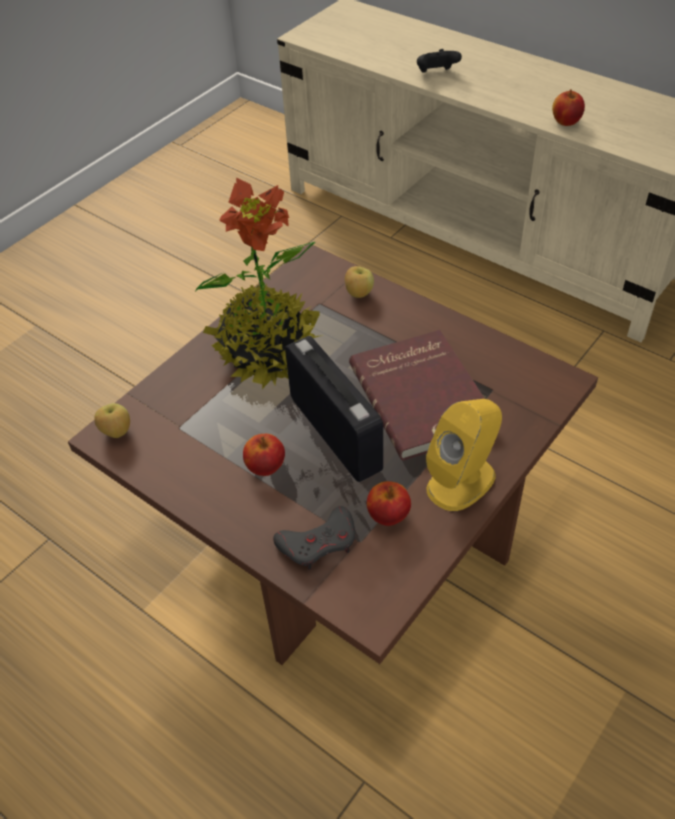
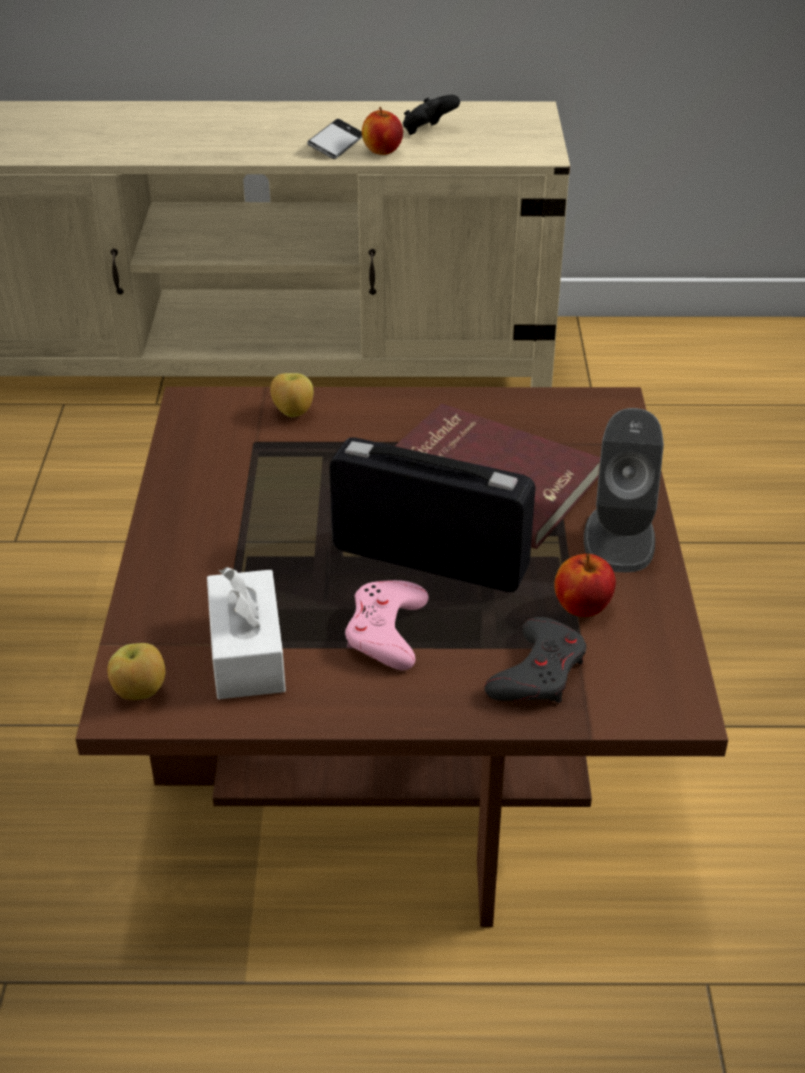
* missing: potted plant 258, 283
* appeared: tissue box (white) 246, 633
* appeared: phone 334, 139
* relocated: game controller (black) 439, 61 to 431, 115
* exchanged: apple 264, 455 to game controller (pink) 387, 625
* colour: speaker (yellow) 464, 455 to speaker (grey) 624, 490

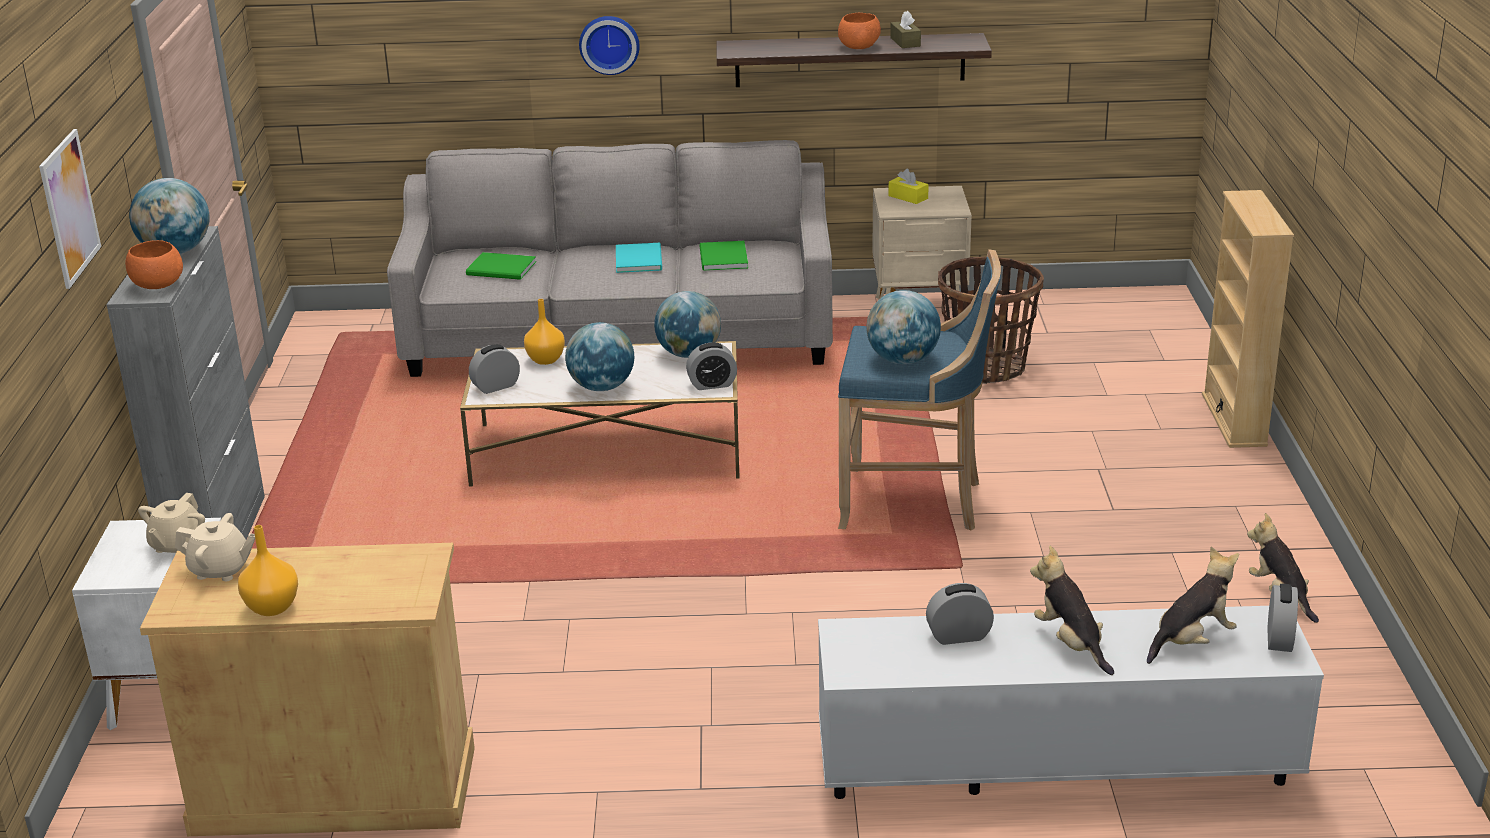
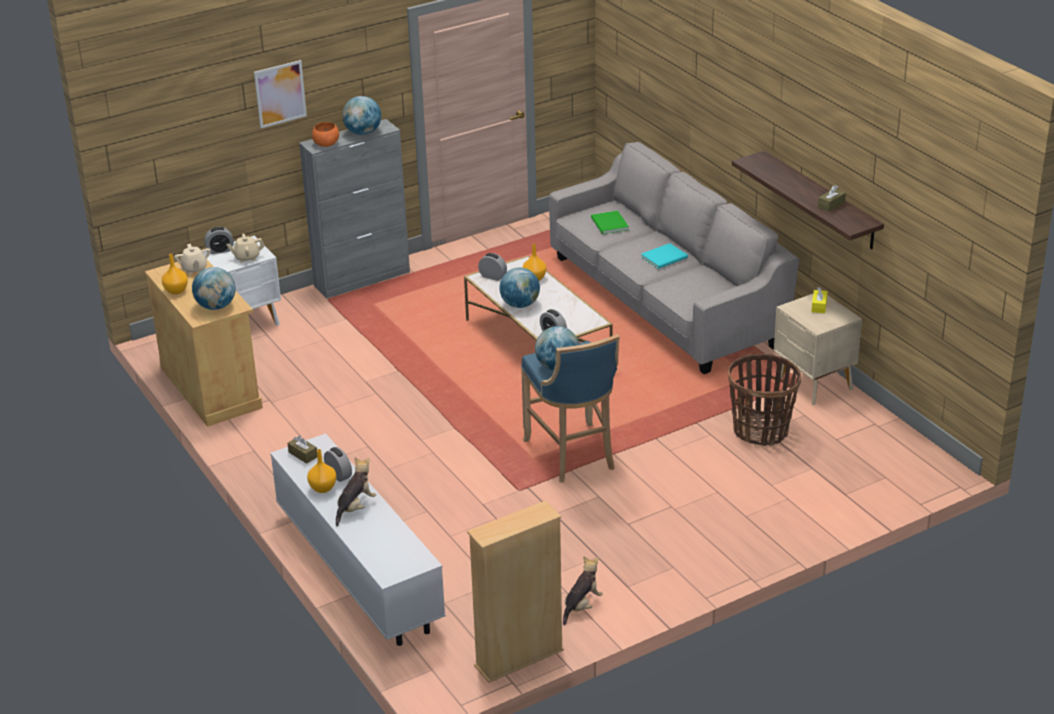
* missing: wall clock 609, 45
* missing: book (green) 723, 256
* missing: bowl (orange) 859, 31
* missing: plush toy 1193, 605
* appeared: tissue box (brown) 302, 450
* appeared: vase (orange) 322, 471
* relocated: globe 687, 324 to 214, 288
* relocated: bookcase (beige) 1248, 319 to 515, 591
* relocated: alarm clock 1282, 618 to 219, 240

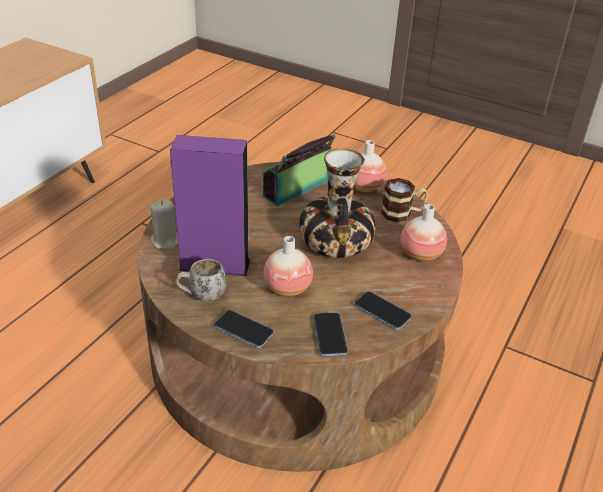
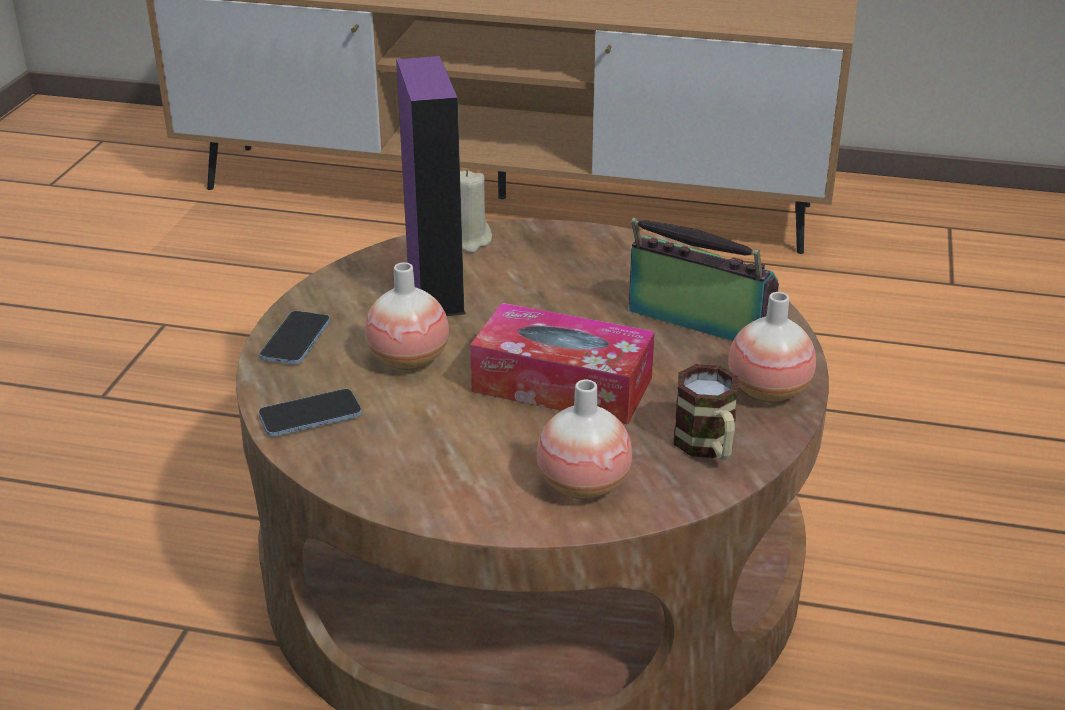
* missing: mug (white) 200, 280
* missing: phone 383, 310
* exchanged: vase 337, 203 to tissue box 562, 364

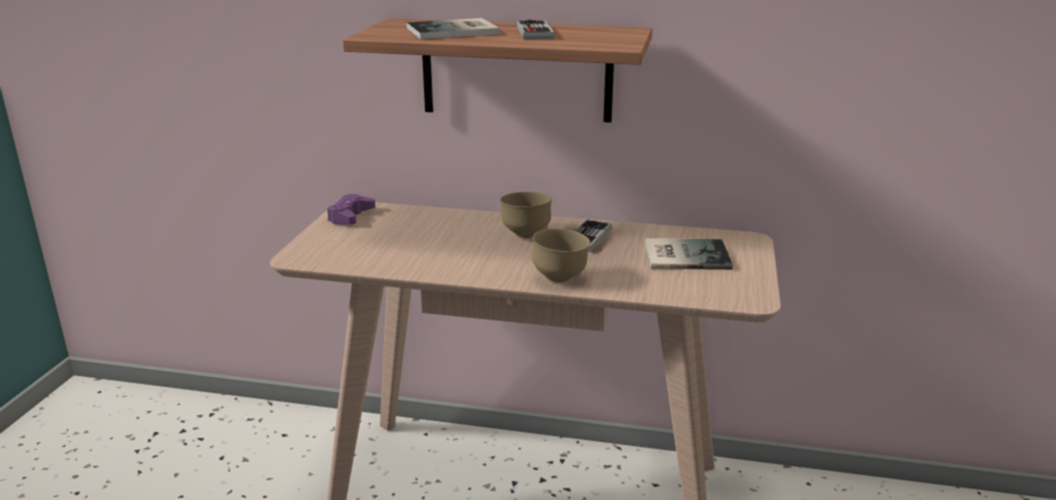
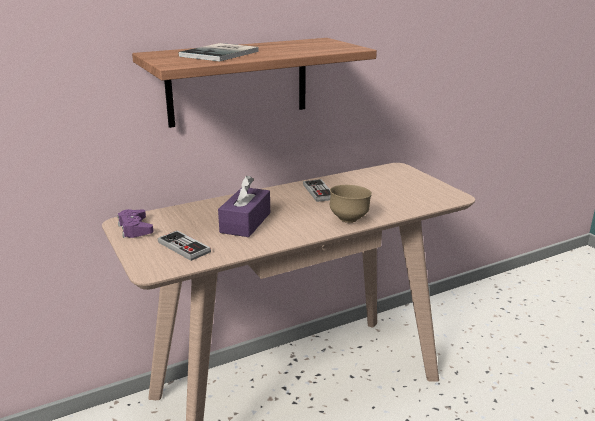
* missing: bowl (brown) 526, 215
* missing: book 689, 254
* appeared: tissue box (purple) 244, 206
* relocated: game controller 535, 30 to 184, 245

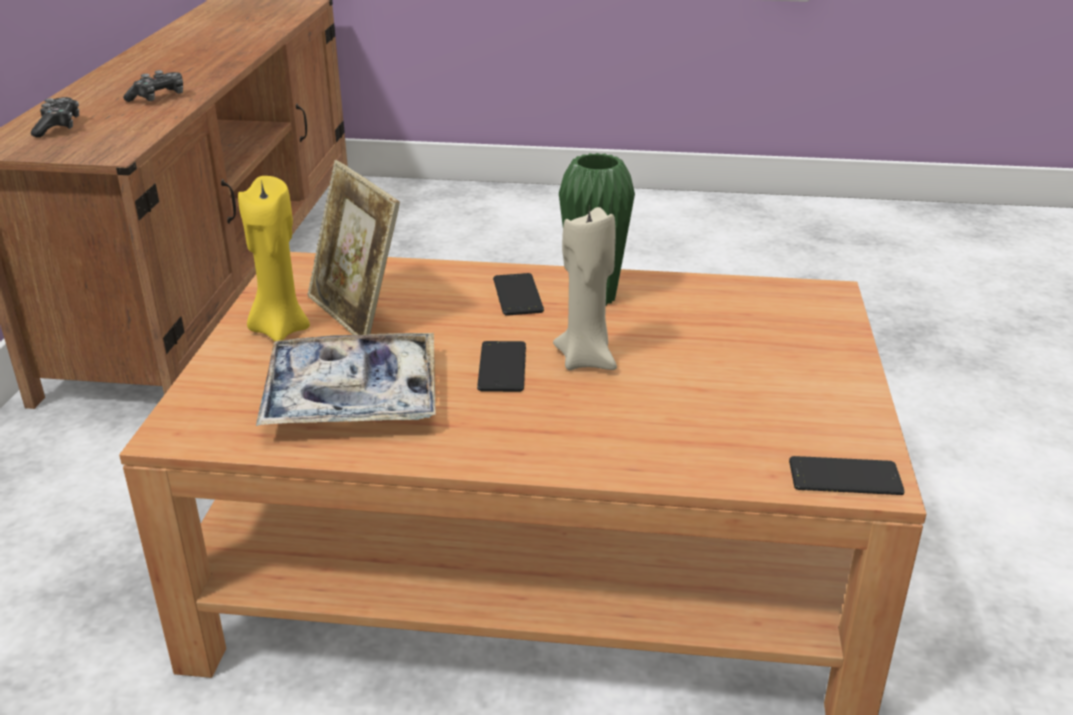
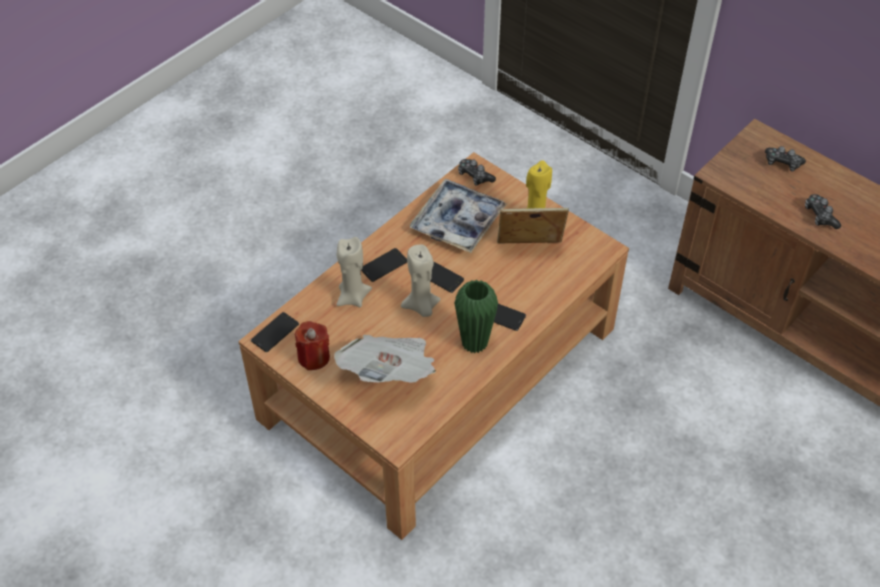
* appeared: candle (red) 312, 345
* appeared: newspaper 385, 359
* appeared: candle (beige) 354, 272
* appeared: phone 384, 265
* appeared: game controller 477, 172

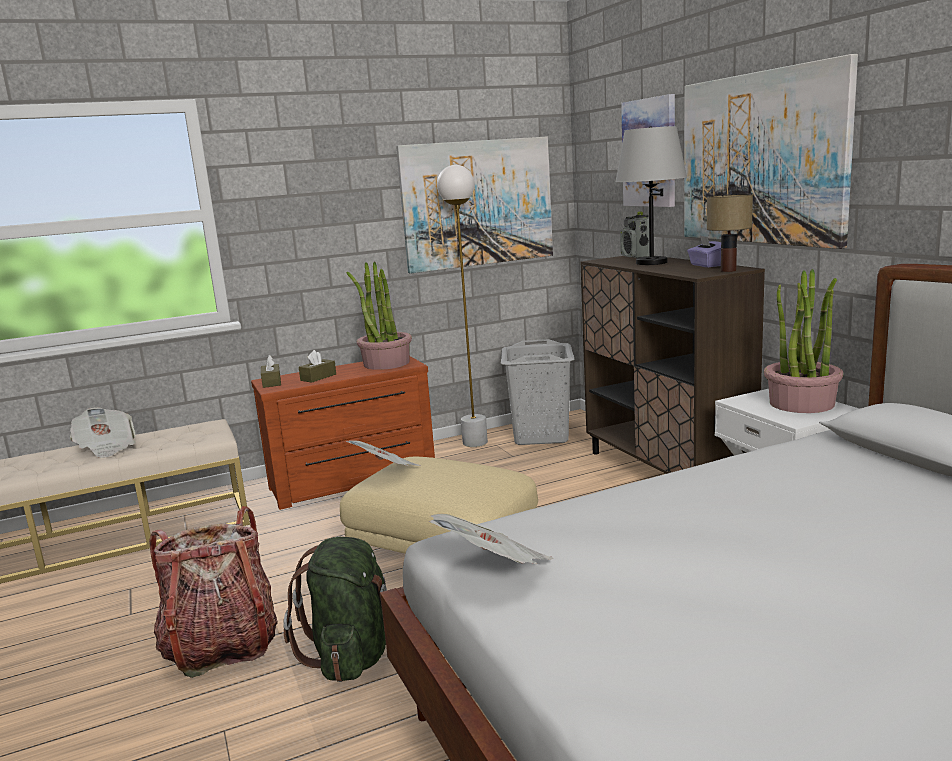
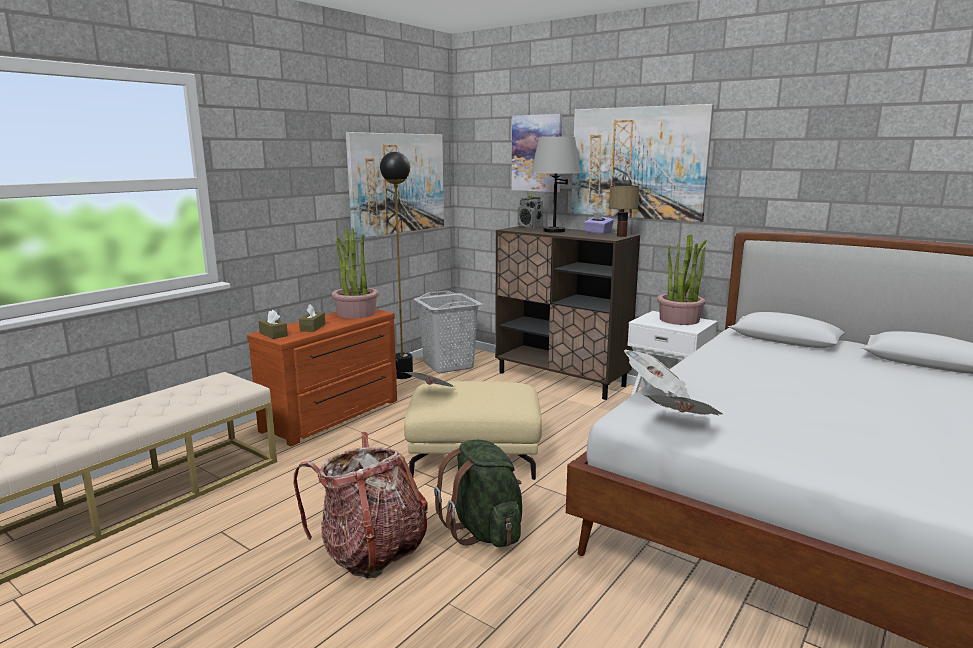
* relocated: newspaper 103, 432 to 657, 374
* colour: floor lamp (white) 462, 306 to floor lamp (black) 396, 265

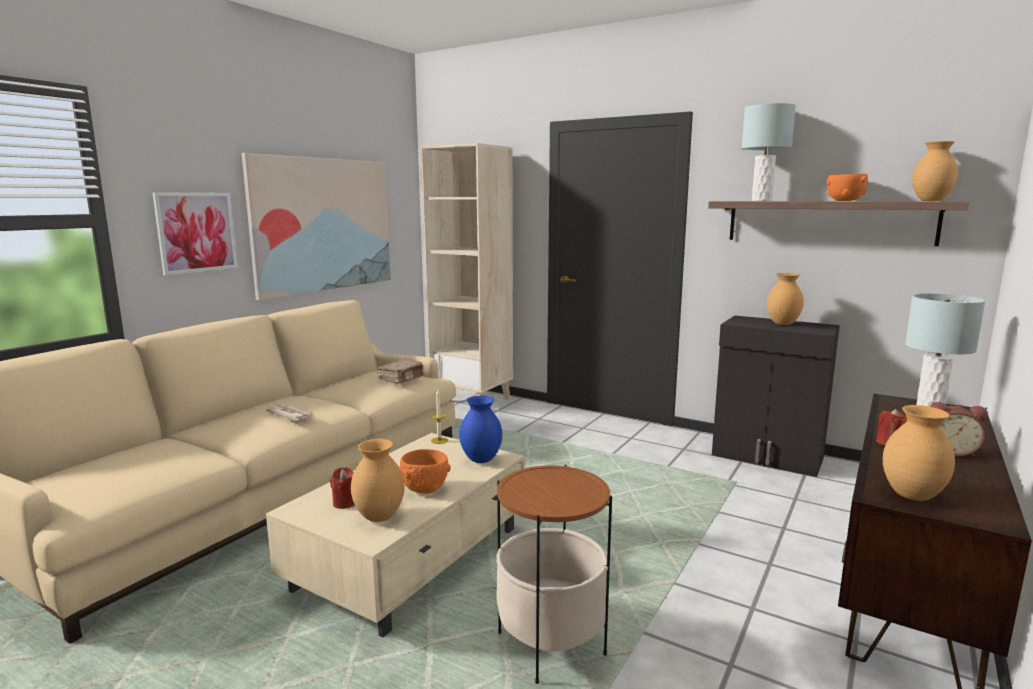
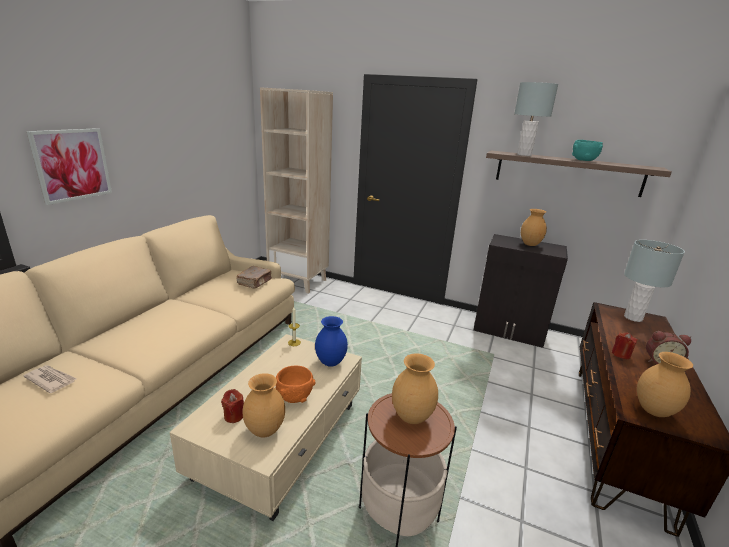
* missing: picture 316, 226
* relocated: newspaper 290, 412 to 50, 379
* relocated: vase (brown) 935, 171 to 415, 388
* colour: bowl (orange) 847, 187 to bowl (turquoise) 587, 150

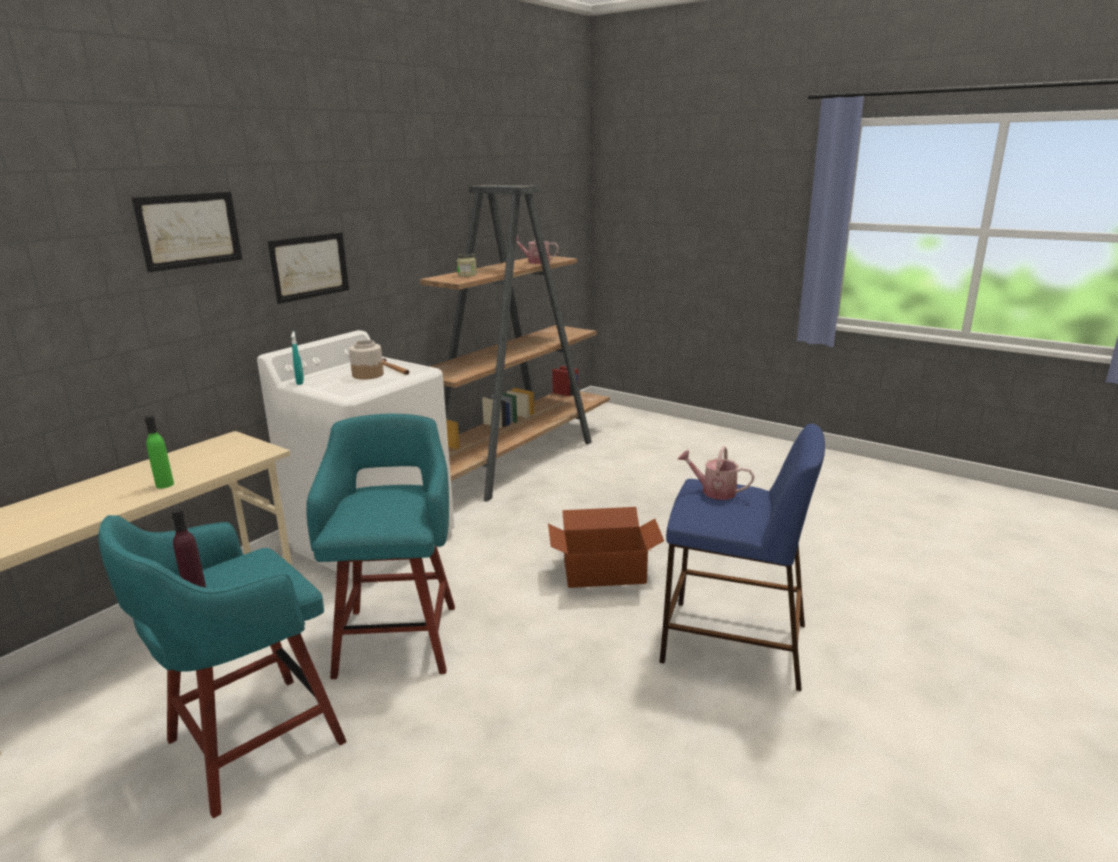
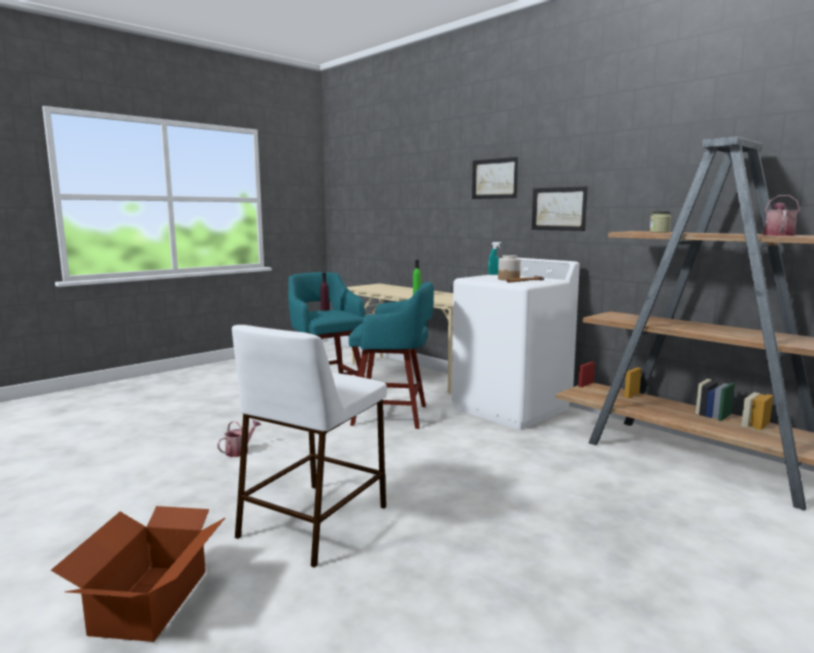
* relocated: cardboard box 606, 547 to 138, 574
* relocated: watering can 716, 473 to 239, 438
* colour: stool (blue) 742, 557 to stool (white) 309, 446

